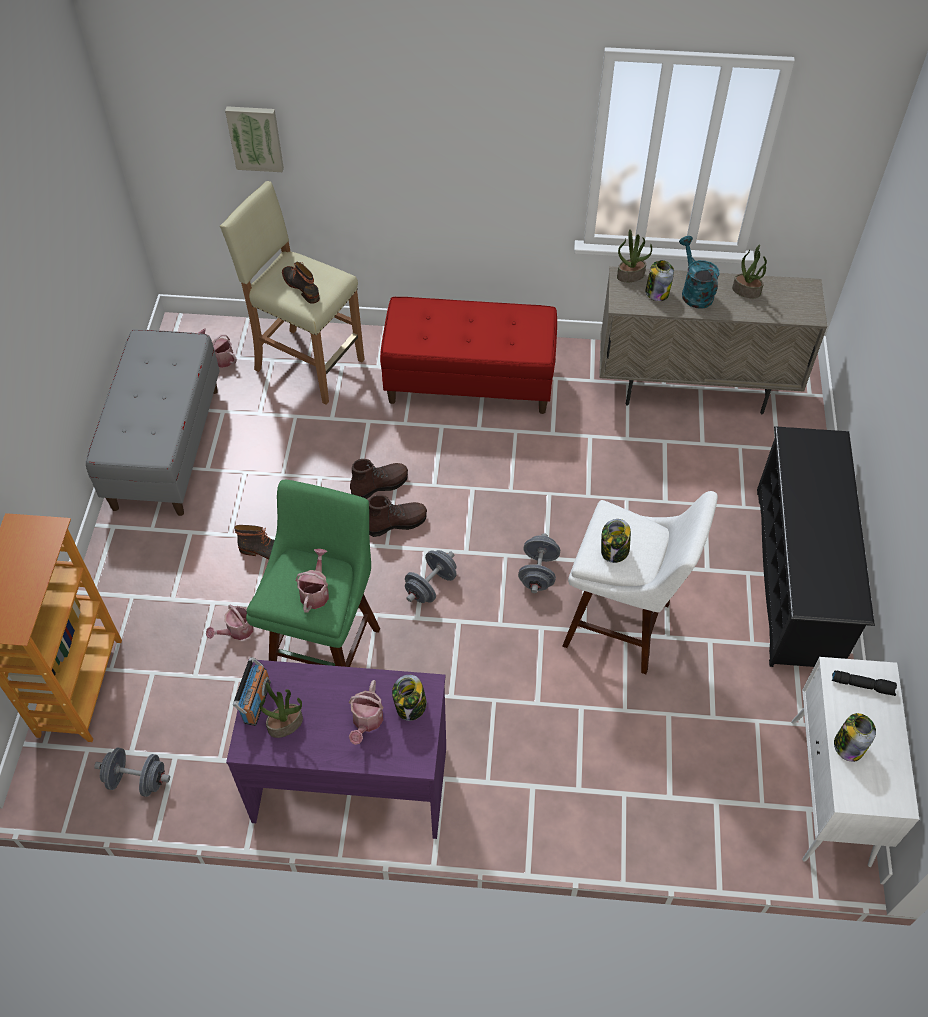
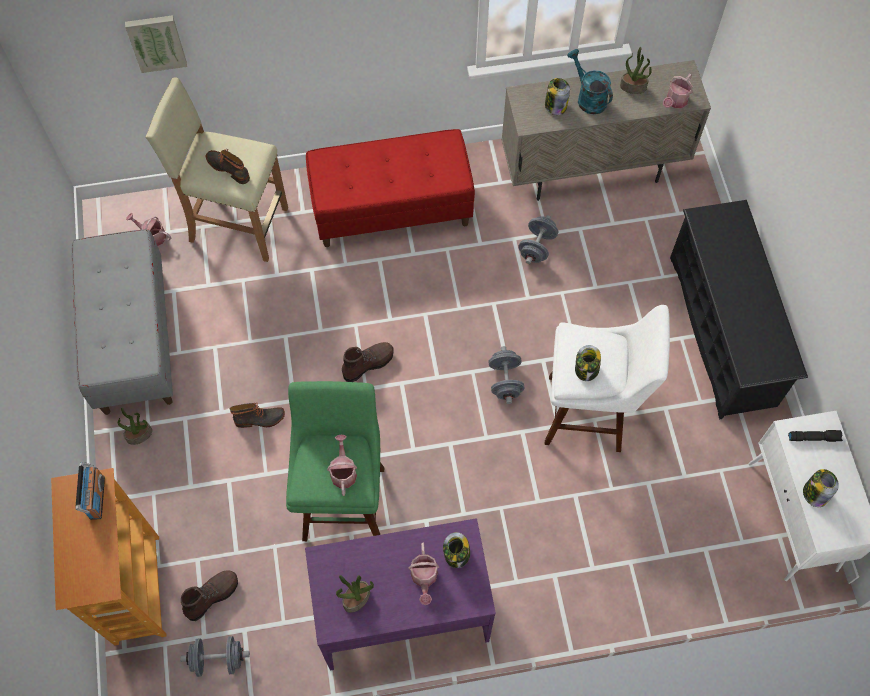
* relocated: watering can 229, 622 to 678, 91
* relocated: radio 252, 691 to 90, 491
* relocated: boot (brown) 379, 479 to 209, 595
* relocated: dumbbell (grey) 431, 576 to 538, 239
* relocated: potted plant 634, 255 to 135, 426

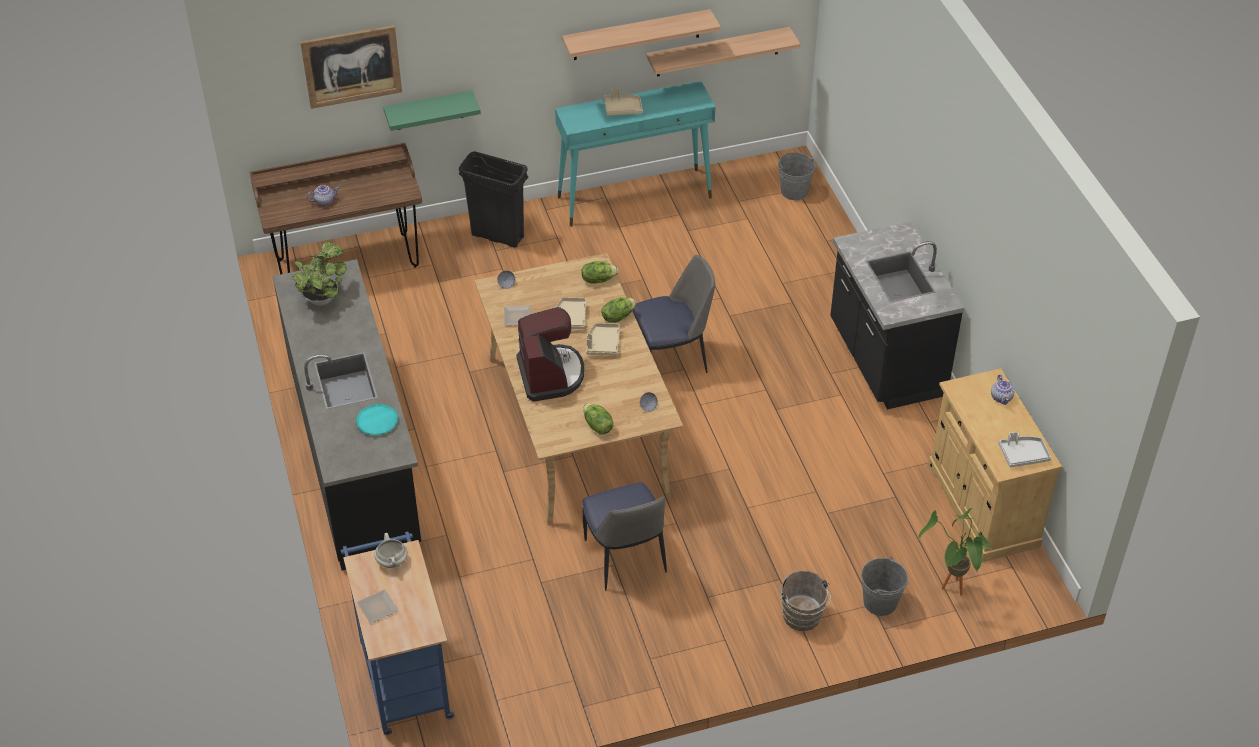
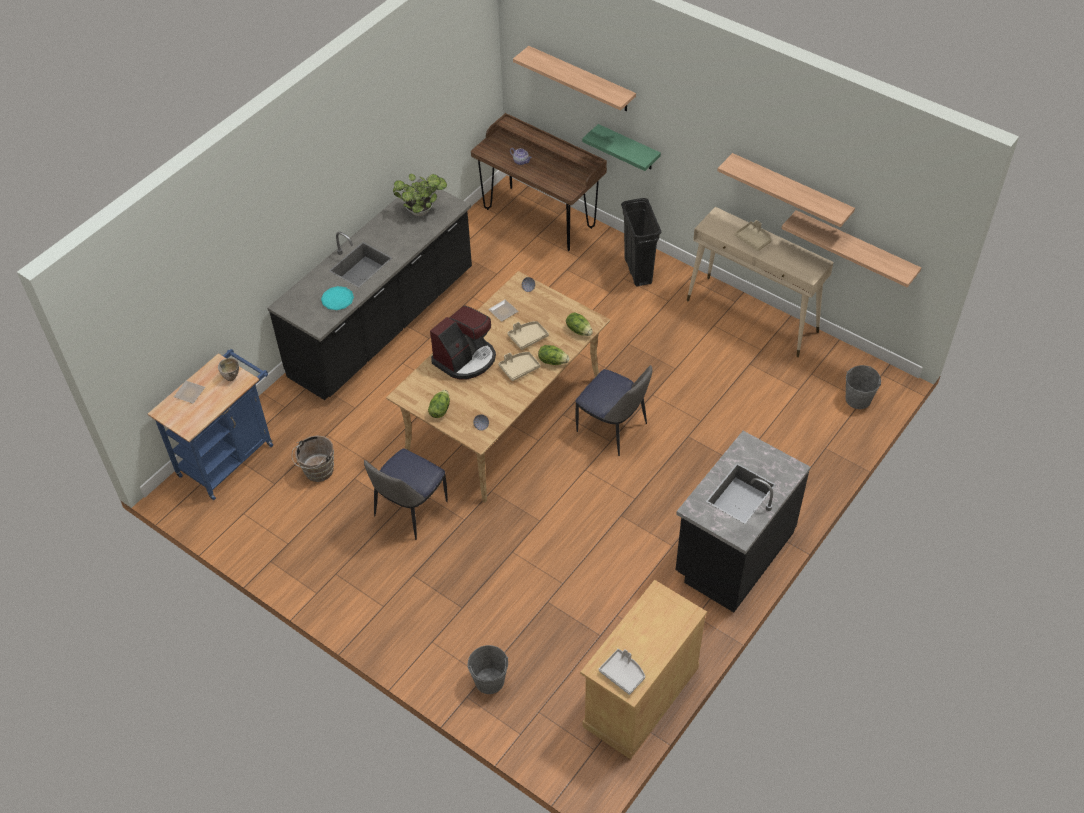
* missing: potted plant 955, 552
* missing: teapot 1003, 390
* relocated: bucket (brown) 806, 600 to 313, 458
* exchanged: picture 351, 67 to shelf 574, 79
* exchanged: cooking pot (white) 391, 550 to bowl 228, 369
* colour: console table (turquoise) 635, 154 to console table (beige) 760, 282

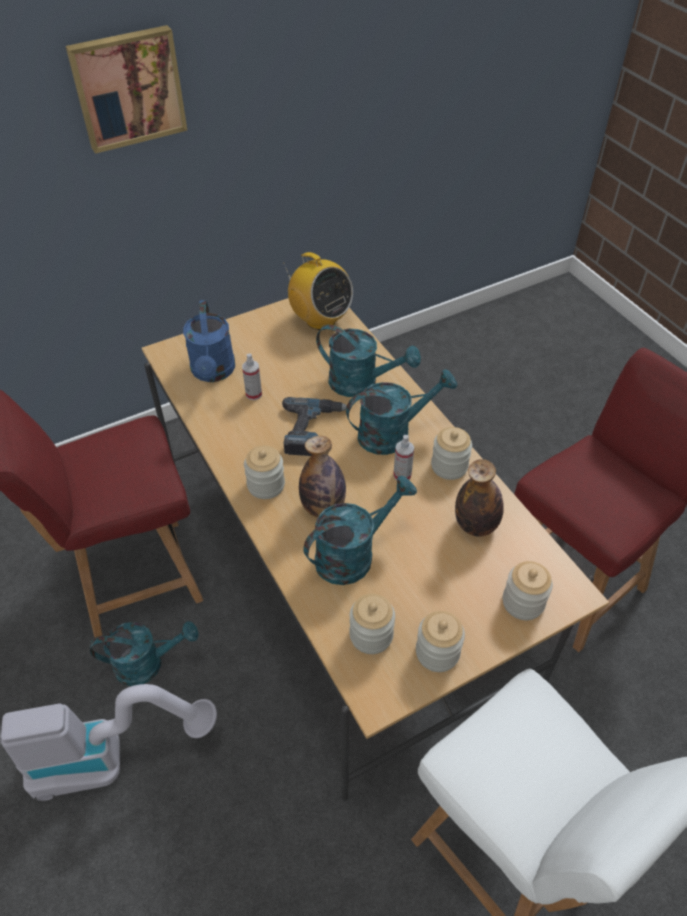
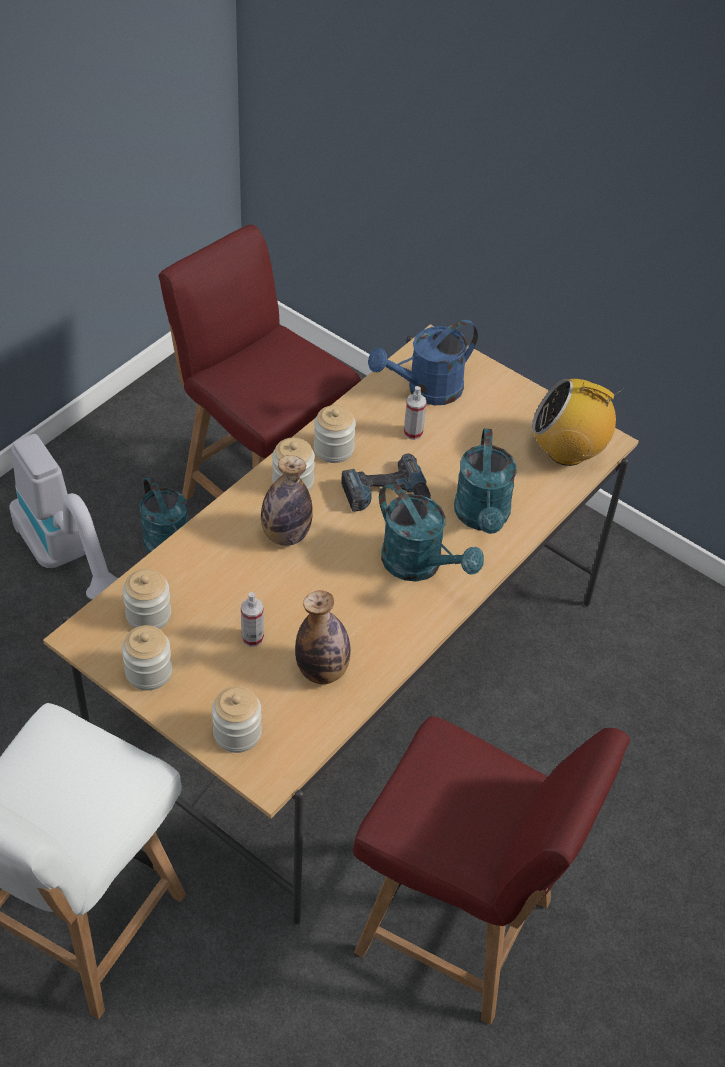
* missing: picture 126, 89
* missing: watering can (turquoise) 360, 530
* relocated: spray bottle 403, 457 to 252, 619
* relocated: jar 451, 453 to 335, 434
* spun: radio 318, 291 = 578, 422 75 degrees clockwise

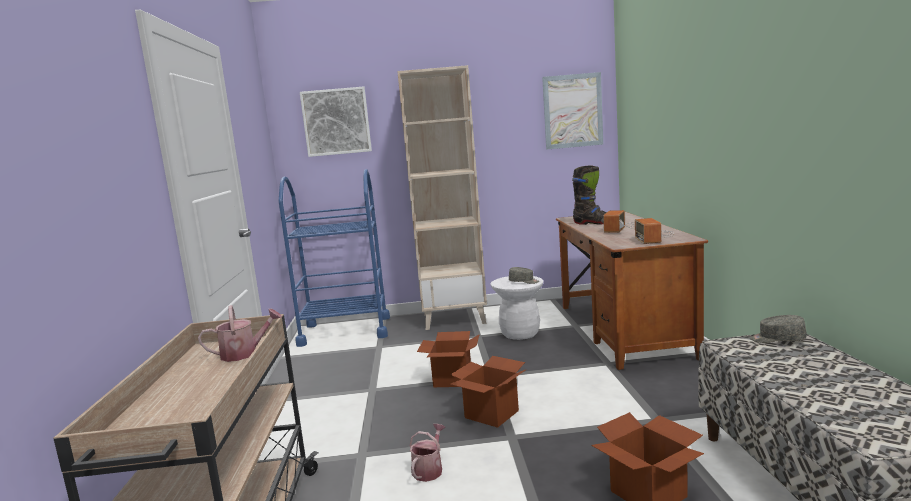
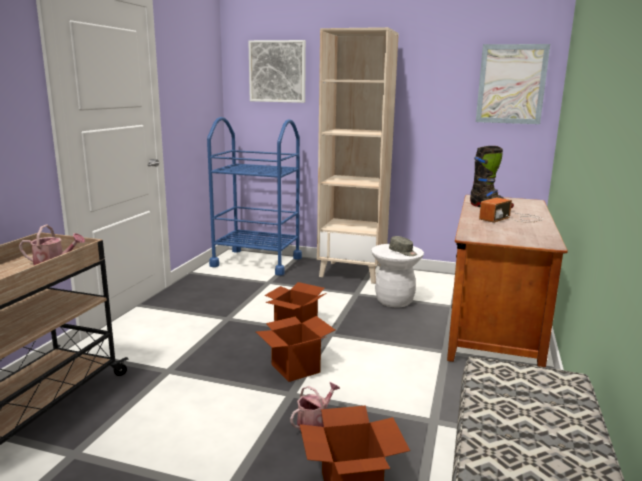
* missing: radio 654, 231
* missing: cap (grey) 778, 329
* relocated: watering can 427, 453 to 315, 406

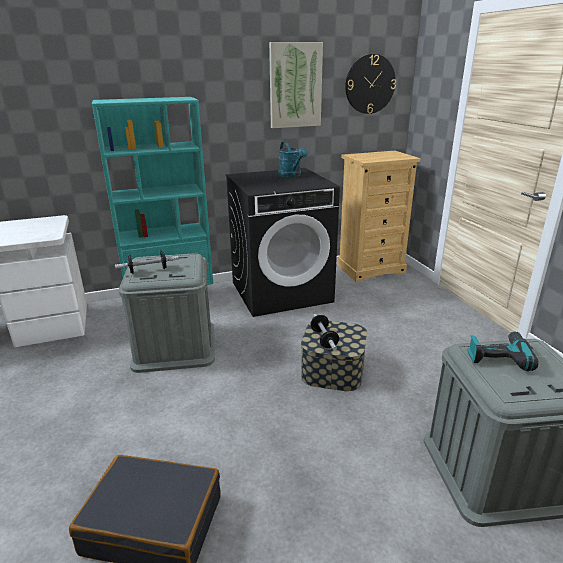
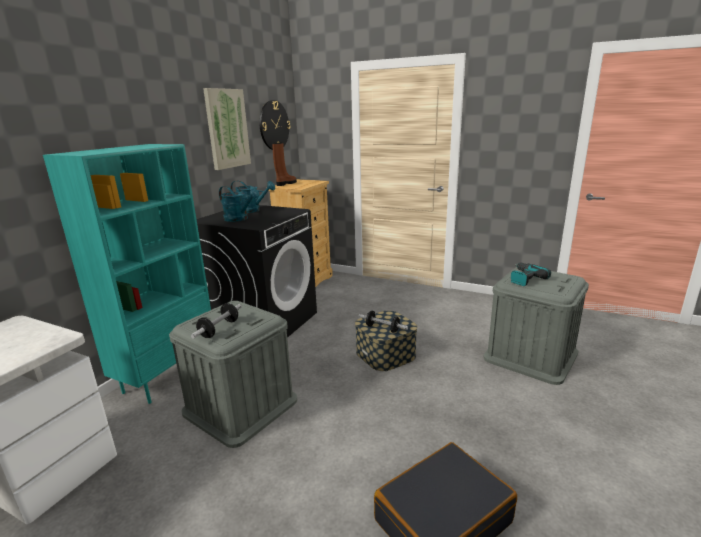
* appeared: watering can (turquoise) 239, 204
* appeared: boot (brown) 284, 164

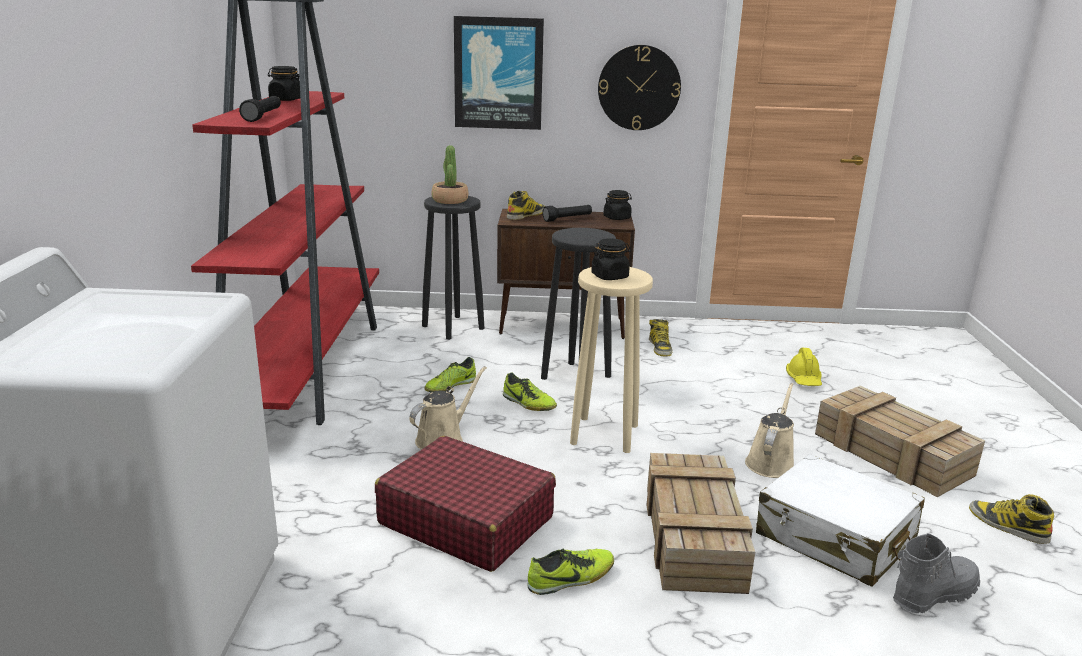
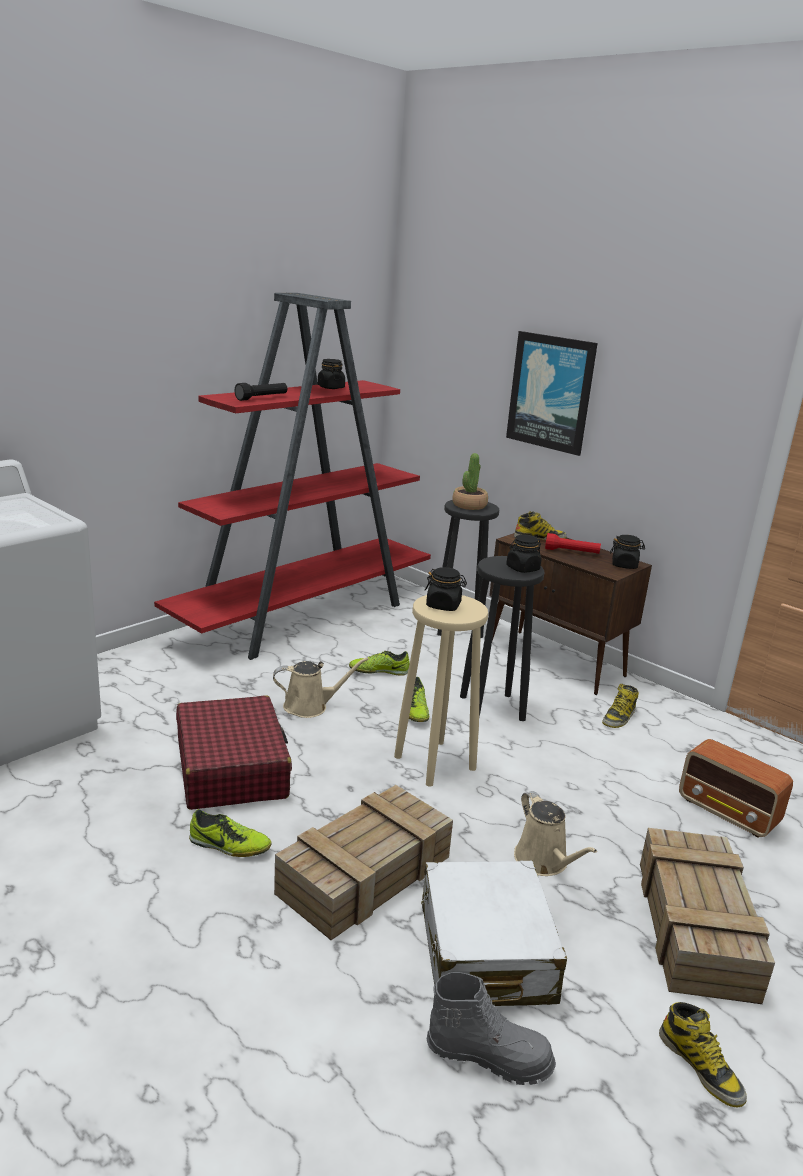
* missing: wall clock 639, 87
* appeared: jar (black) 523, 554
* exchanged: hard hat (yellow) 804, 367 to radio 736, 788
* colour: flashlight (black) 567, 213 to flashlight (red) 573, 543
* spun: watering can (beige) 769, 430 = 555, 833 90 degrees clockwise
* spun: boot 1011, 519 = 703, 1054 150 degrees clockwise

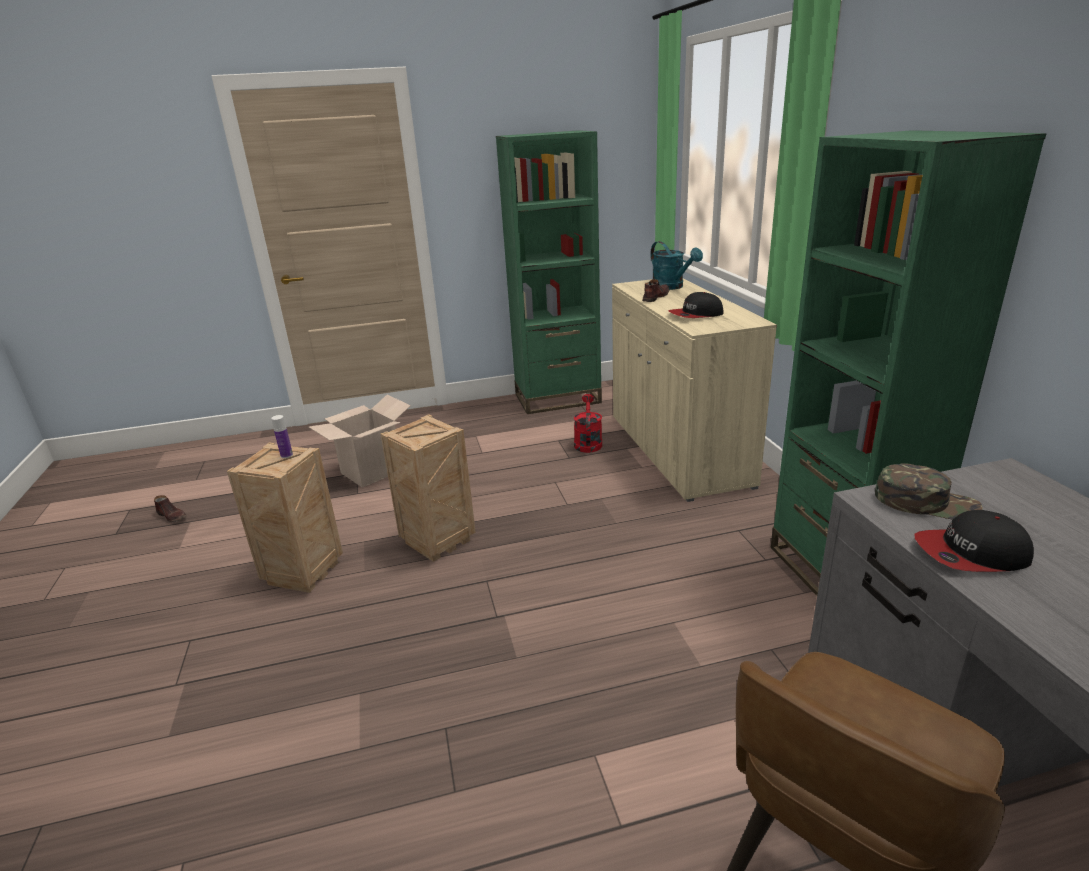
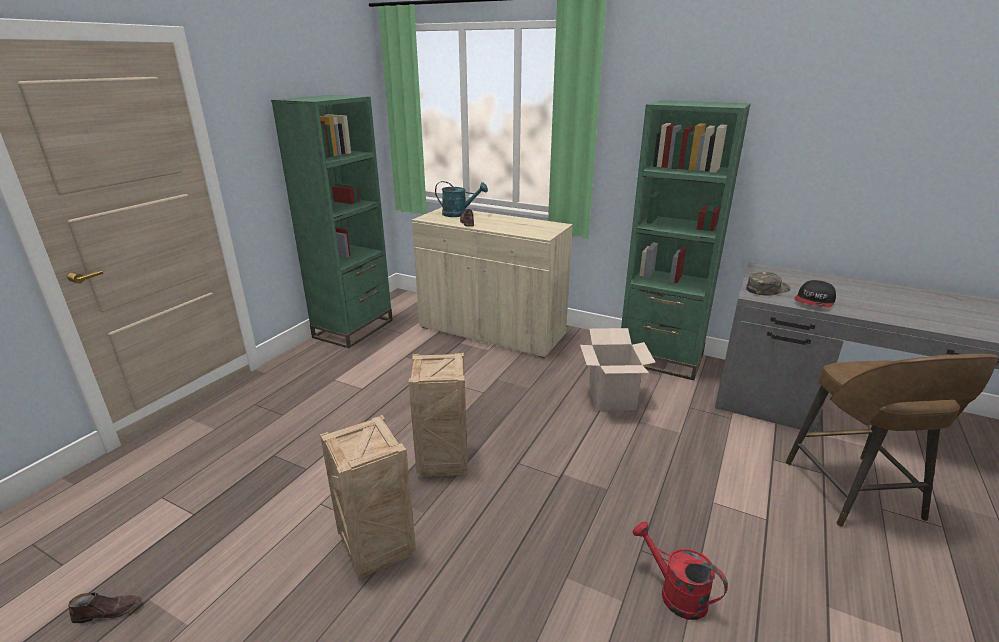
* missing: bottle 282, 436
* missing: cap 696, 305
* relocated: cardboard box 360, 441 to 618, 369
* relocated: watering can (red) 588, 423 to 680, 570

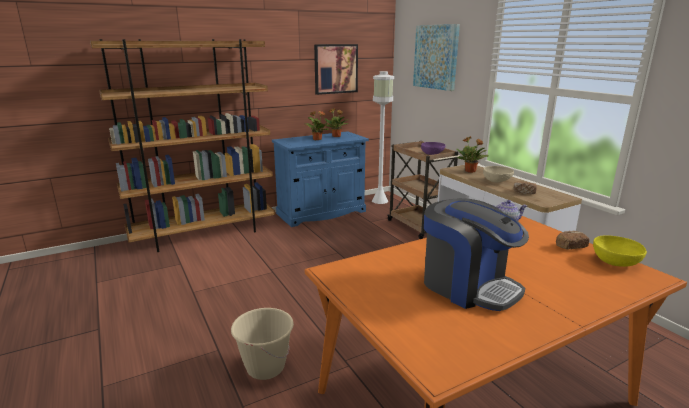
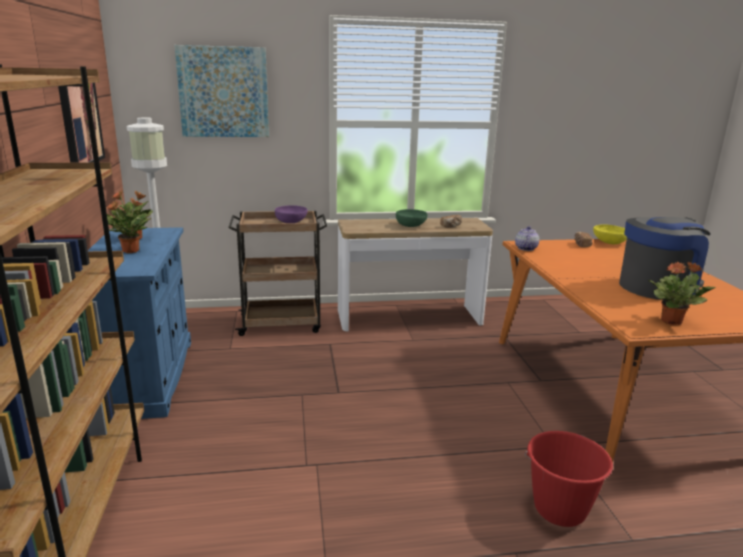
* relocated: potted plant 472, 154 to 682, 293
* colour: bucket (beige) 262, 344 to bucket (red) 569, 479
* colour: bowl (beige) 498, 174 to bowl (green) 412, 218

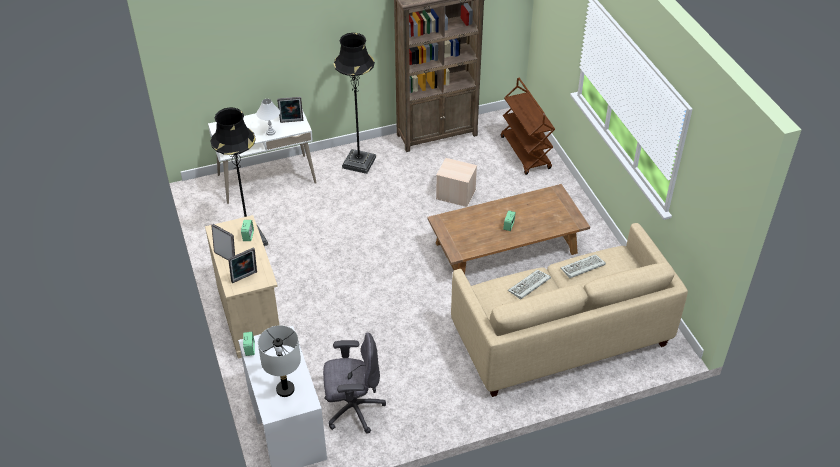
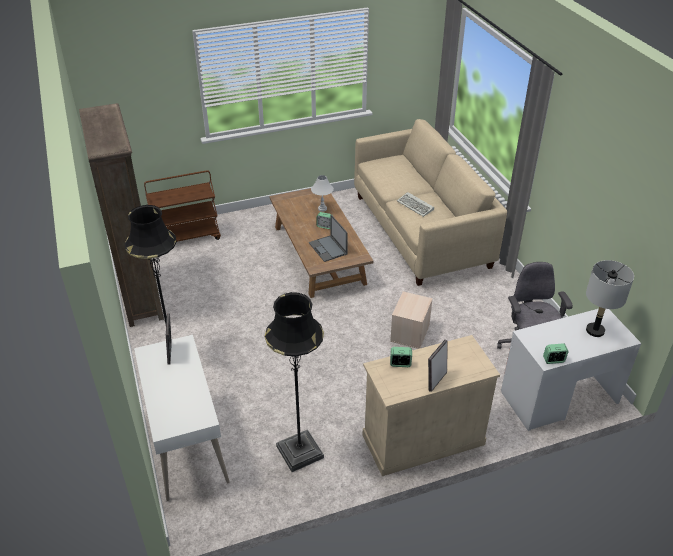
* missing: picture frame 242, 265
* missing: keyboard 583, 266
* appeared: laptop 328, 238
* relocated: table lamp (white) 268, 117 to 322, 193
* relocated: storage box (beige) 456, 182 to 411, 320

